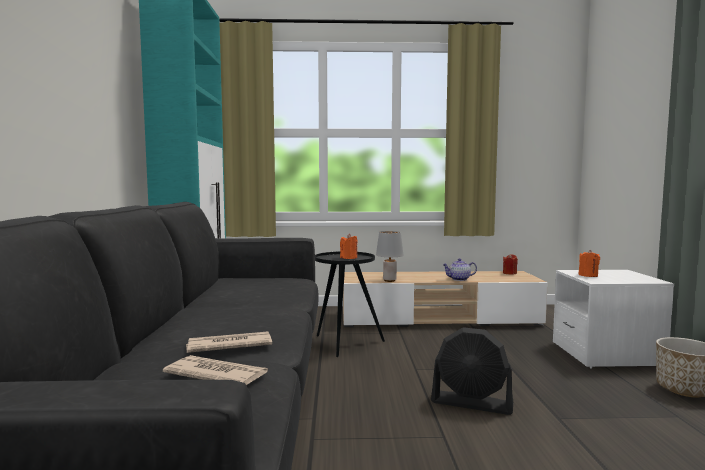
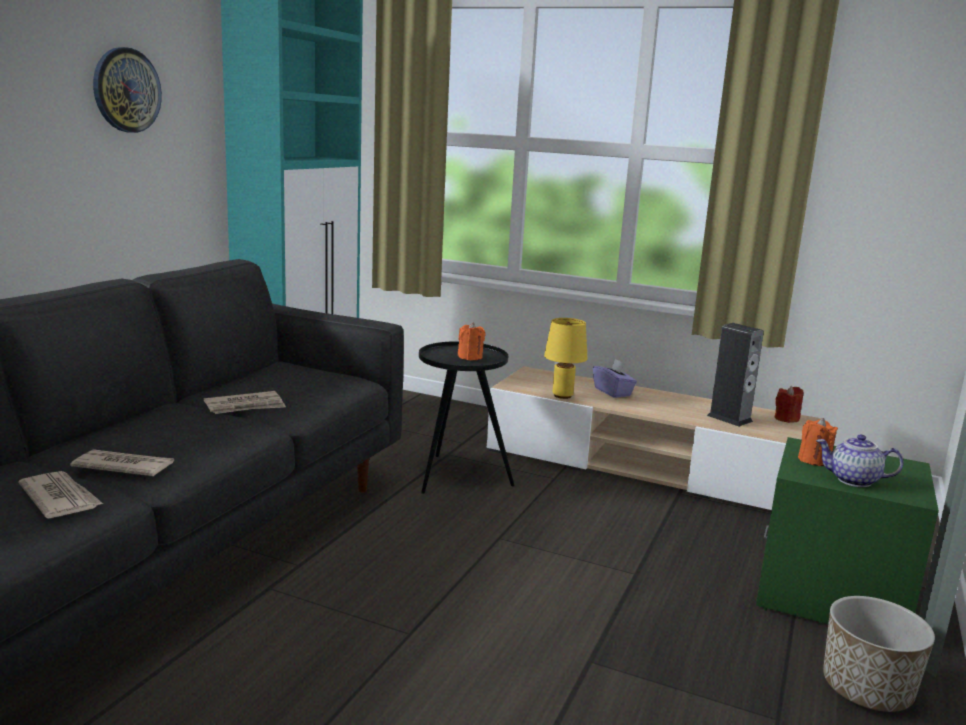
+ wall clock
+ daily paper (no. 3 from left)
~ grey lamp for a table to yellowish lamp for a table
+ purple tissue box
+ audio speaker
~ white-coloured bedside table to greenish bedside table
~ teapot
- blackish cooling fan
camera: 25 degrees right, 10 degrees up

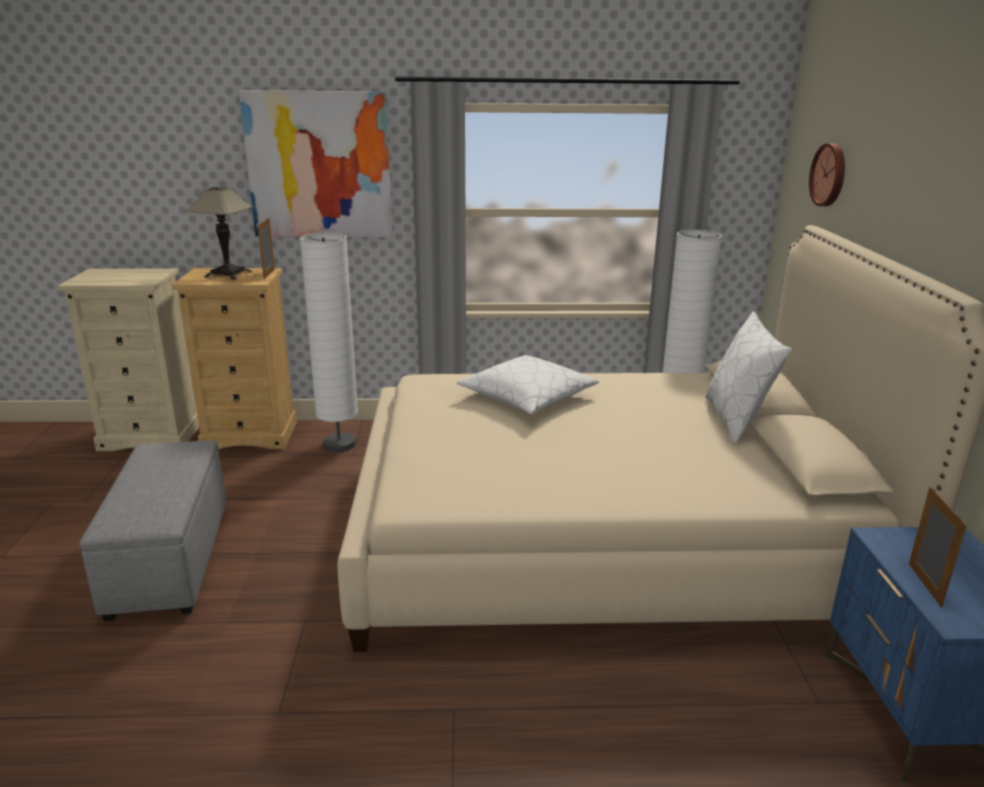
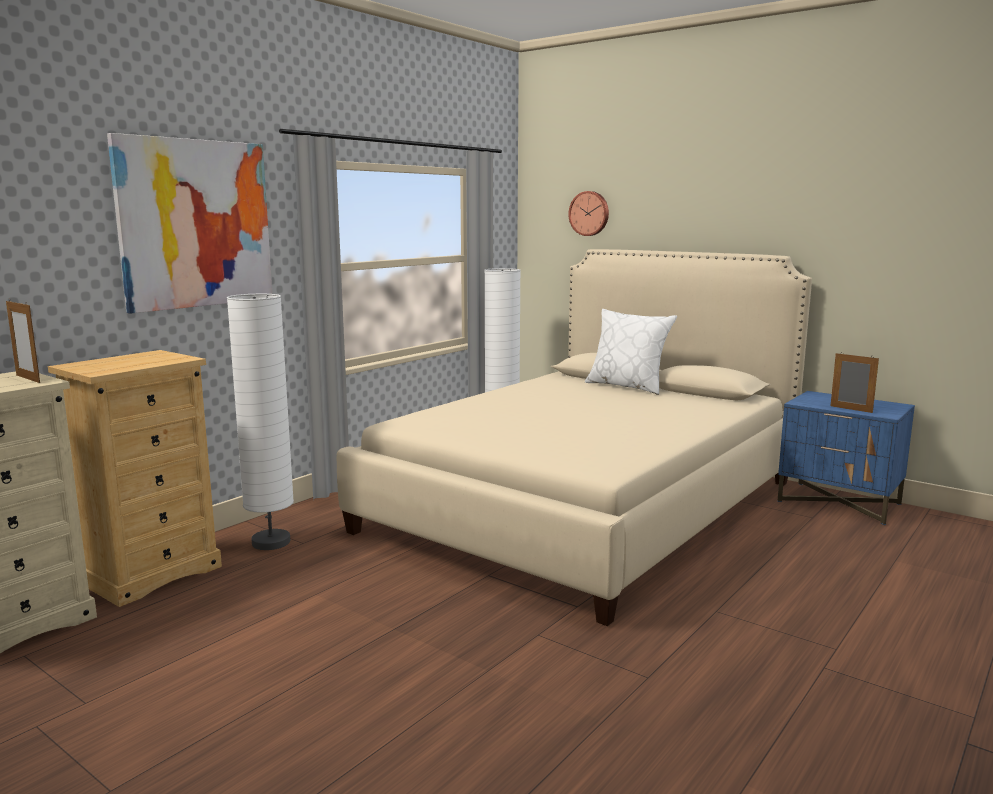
~ photo frame (no. 1 from left)
- grey ottoman
- lamp for a table
- white-coloured throw pillow (no. 1 from left)
camera: 50 degrees left, 10 degrees down

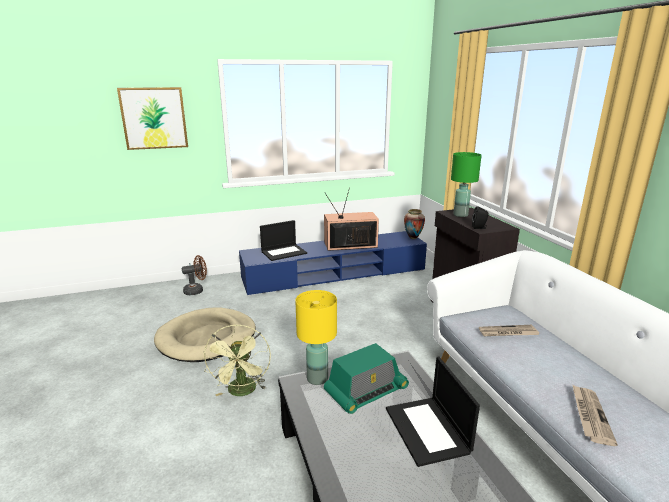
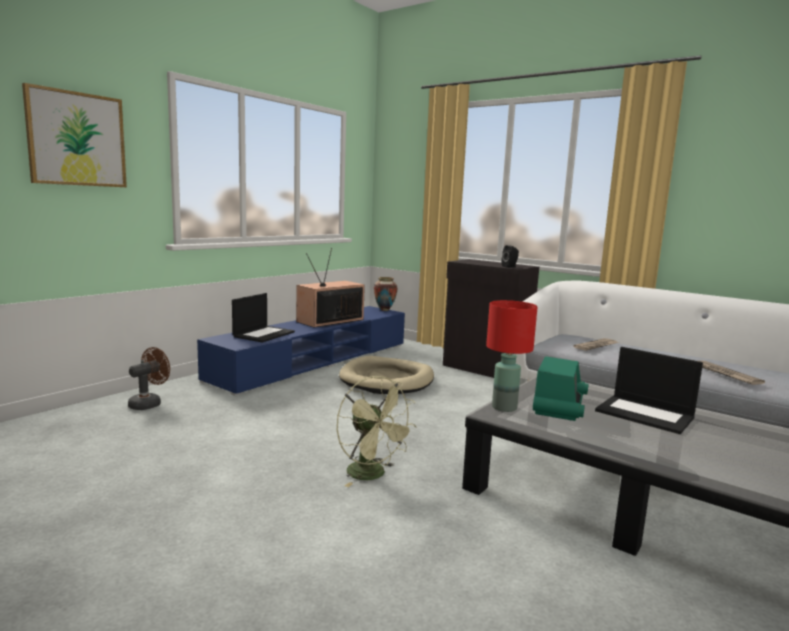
~ beige-coloured dog cushion
~ yellowish lamp for a table to red lamp for a table
- greenish lamp for a table
camera: 35 degrees left, 10 degrees down

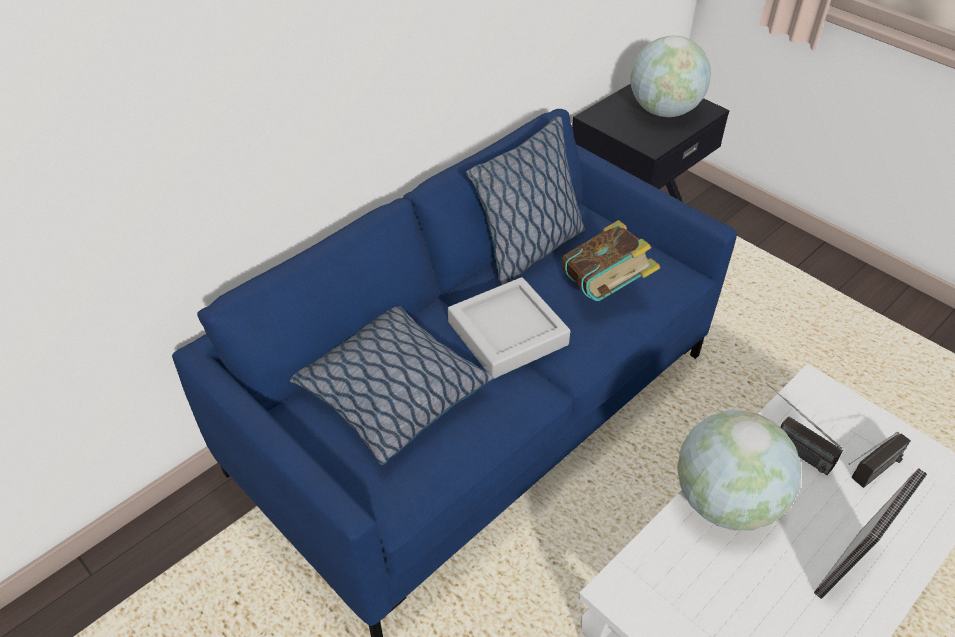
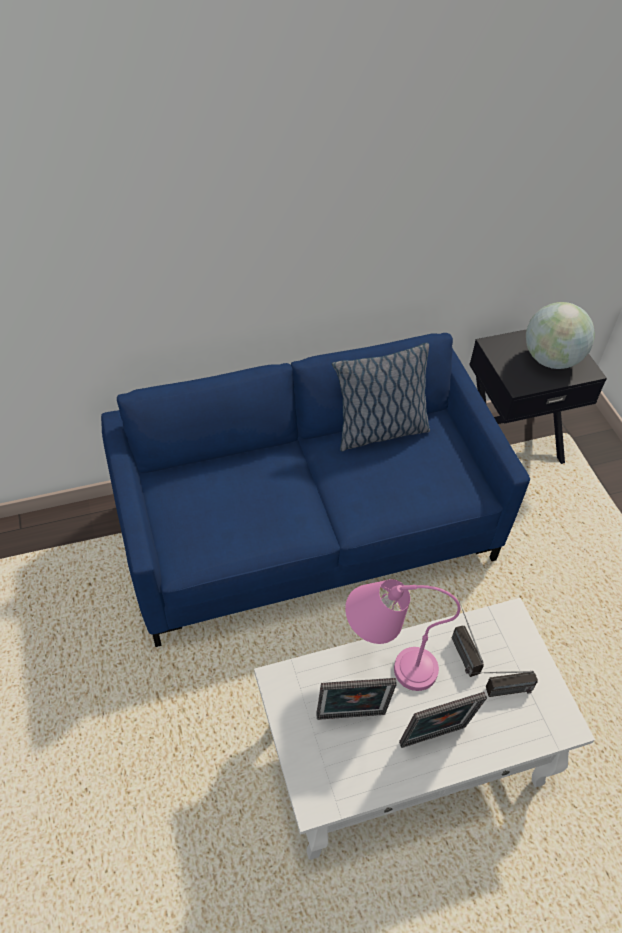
+ photo frame (no. 1 from left)
~ globe (no. 2 from left) to pink-coloured lamp for a table
- throw pillow (no. 1 from left)
- grey tray
- bound book
camera: 25 degrees right, 5 degrees up

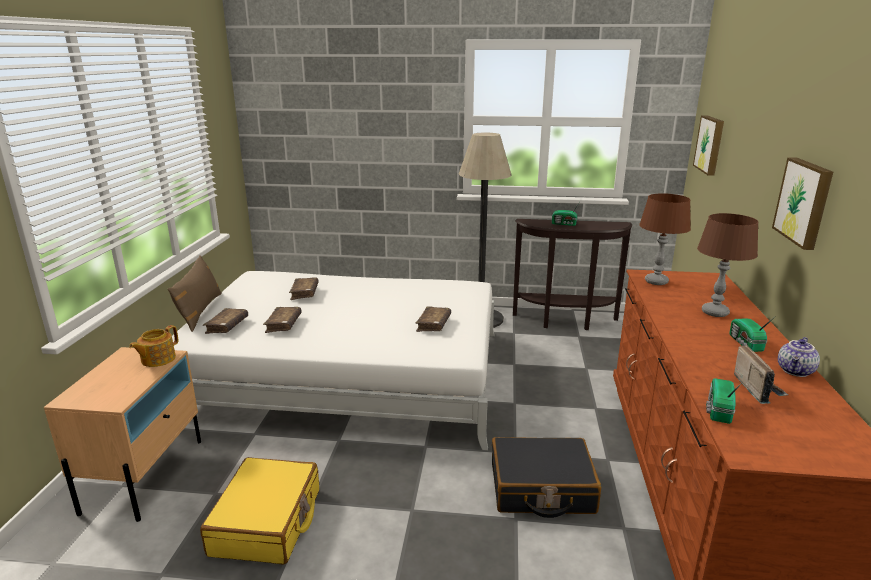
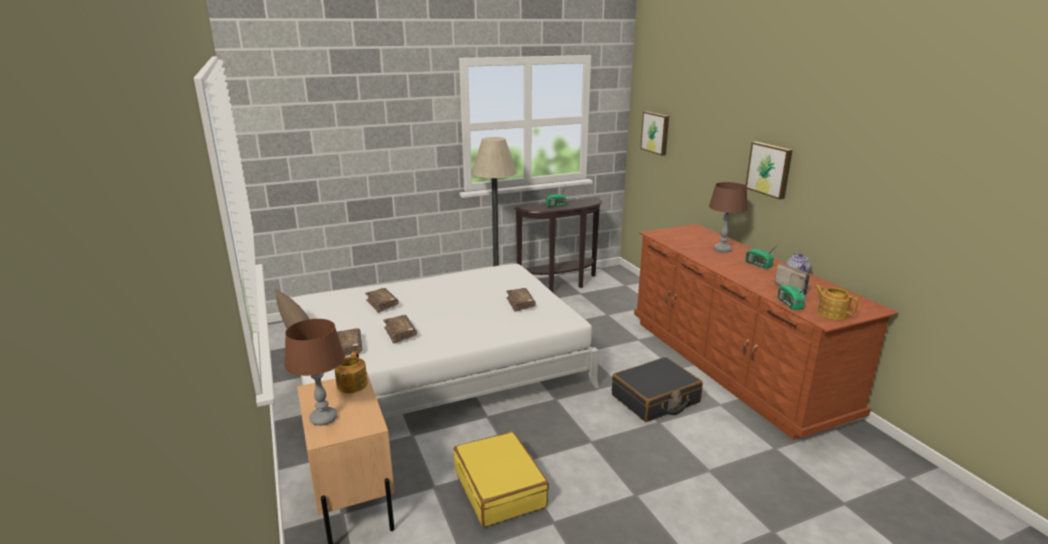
~ brown-coloured lamp for a table (no. 1 from left)
+ teapot (no. 3 from left)
camera: 30 degrees left, 0 degrees up

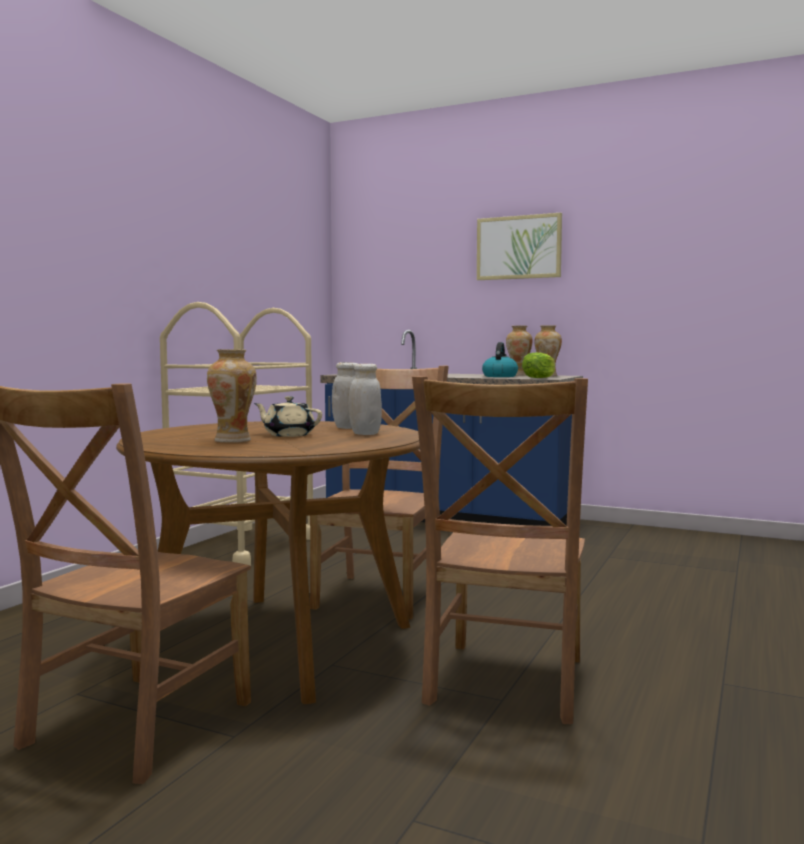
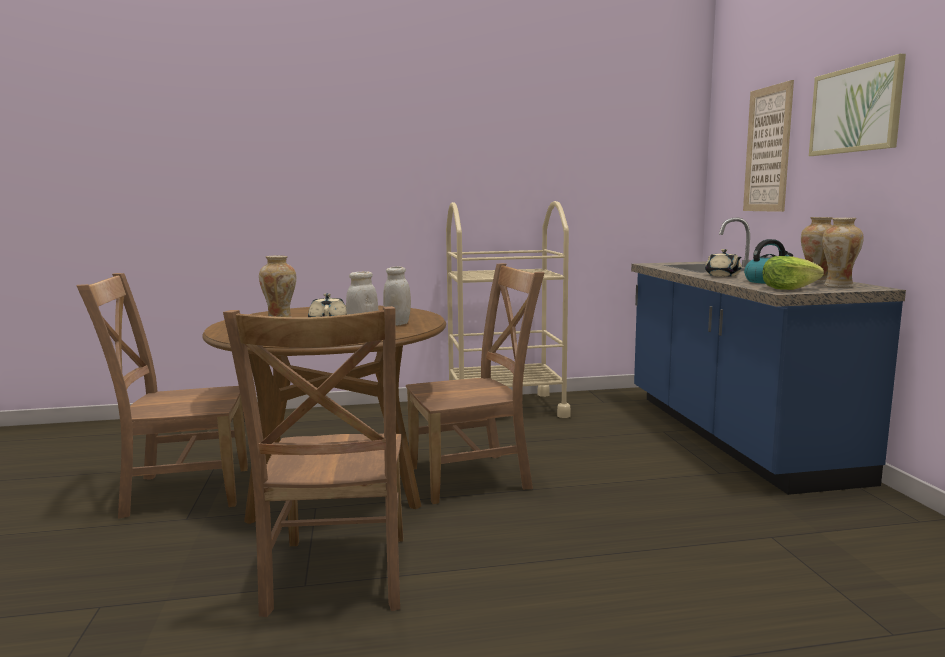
~ brown-coloured plain chair (no. 3 from left in the first image) 75 degrees counterclockwise
+ beige-coloured teapot (no. 2 from left)
+ wall picture (no. 1 from left)
camera: 55 degrees right, 5 degrees up

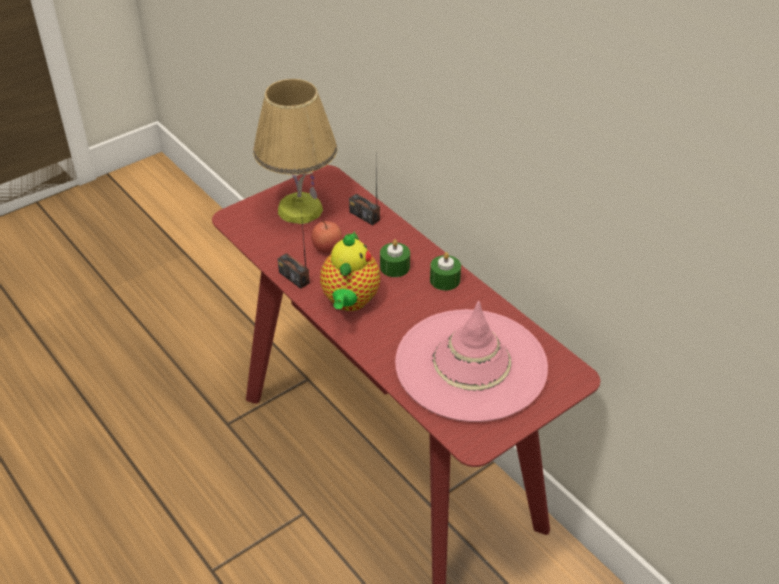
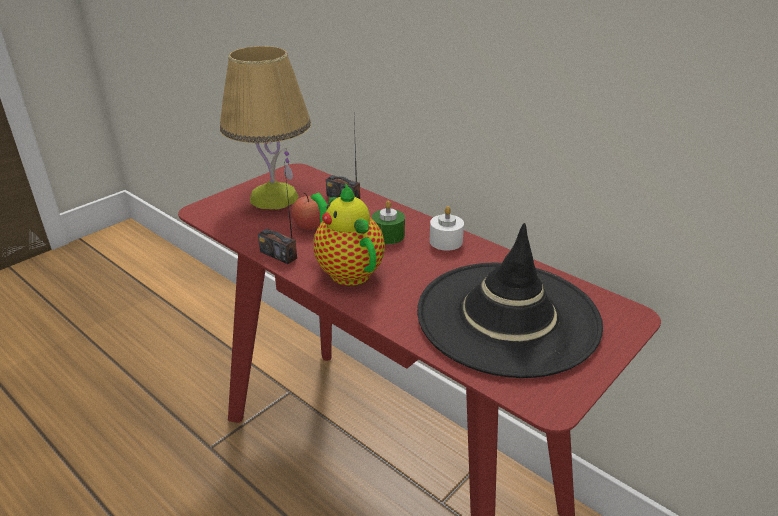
~ teapot 150 degrees clockwise
~ pink-coloured wearable hat to blackish wearable hat
~ greenish wax light (no. 2 from left) to white-coloured wax light
camera: 10 degrees left, 10 degrees down

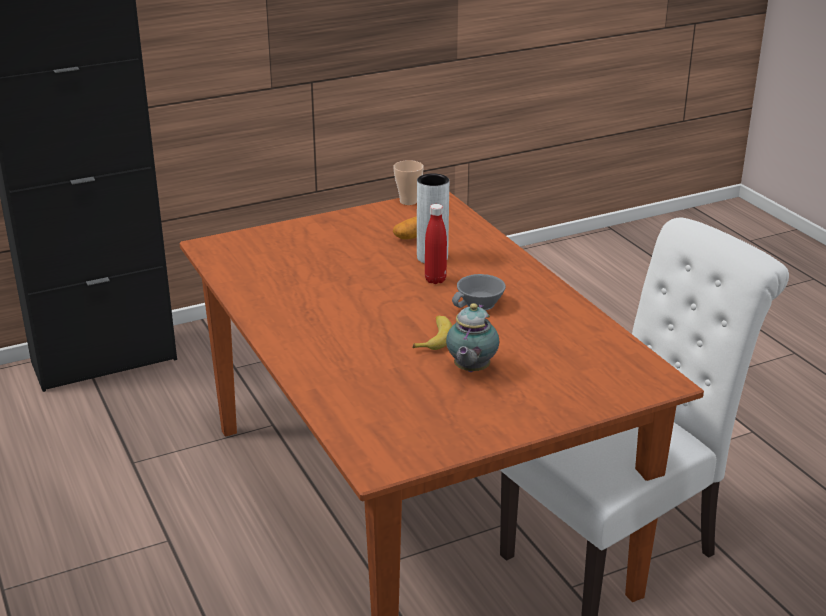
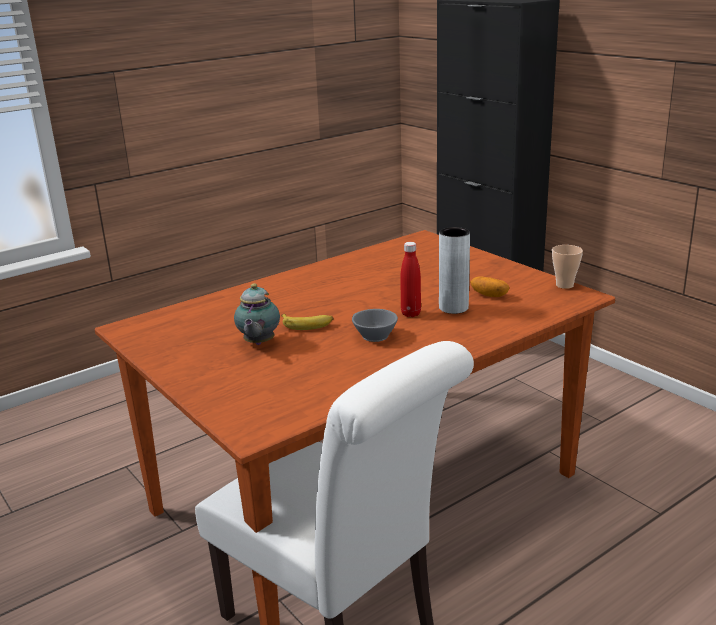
~ teapot 90 degrees counterclockwise
camera: 80 degrees right, 5 degrees down

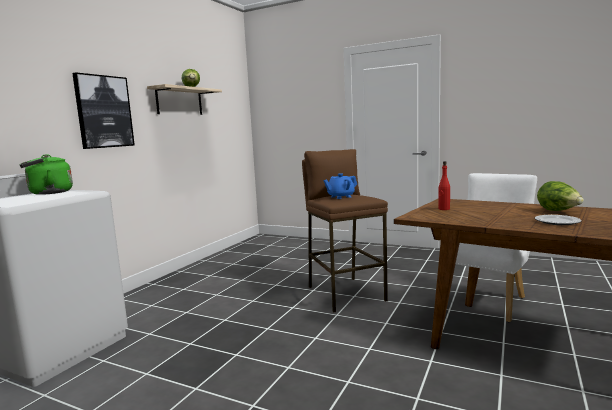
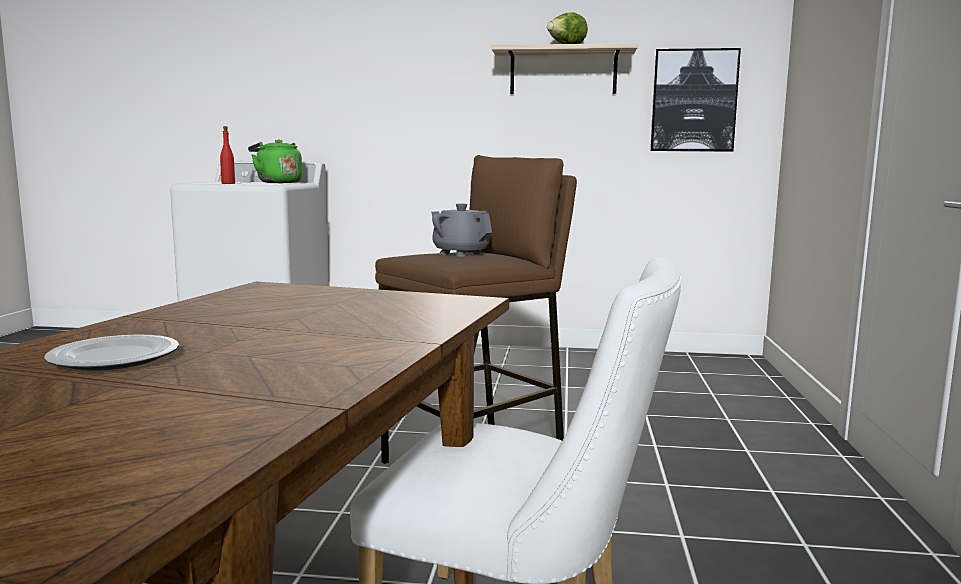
~ red beverage bottle
~ blue-coloured teapot to grey teapot
~ wall picture
- head of lettuce (no. 2 from left)
camera: 70 degrees right, 0 degrees up

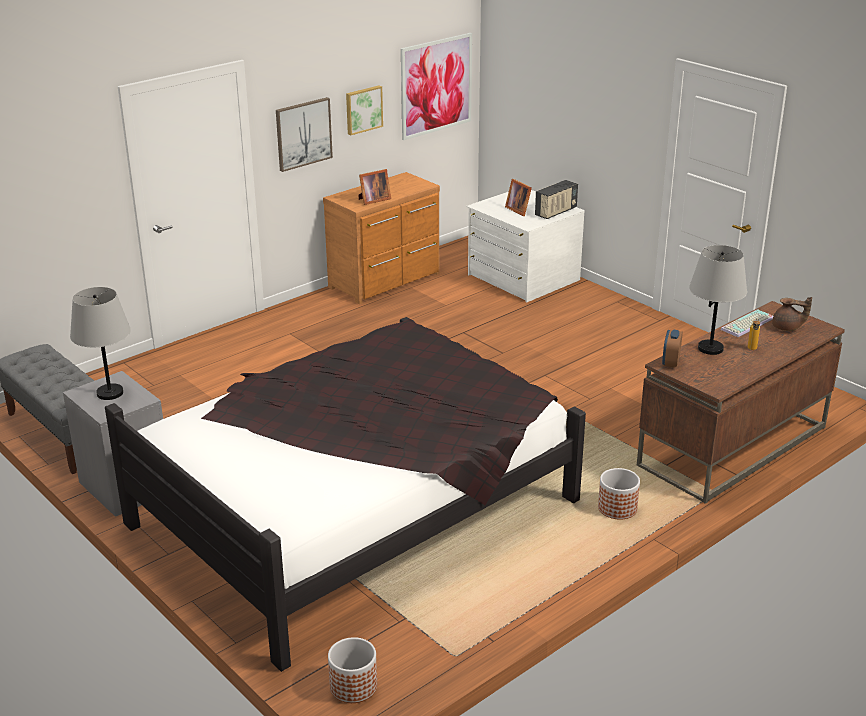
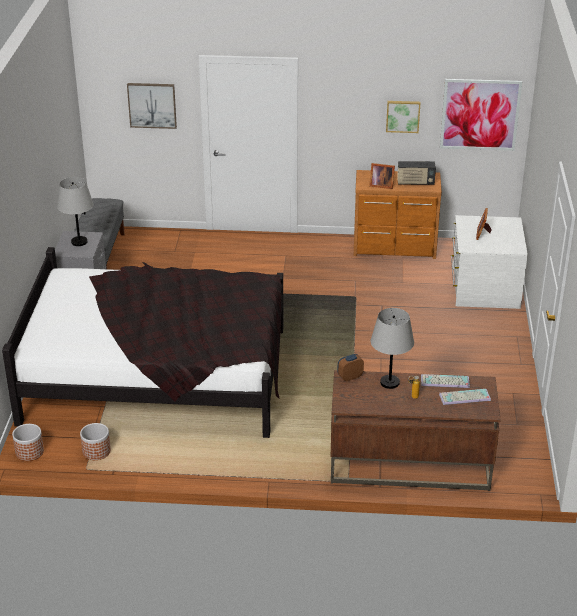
~ flower pot (no. 2 from left)
~ wall picture (no. 1 from left)
~ radio
~ brown-coloured teapot to keyboard (no. 2 from left)
camera: 45 degrees right, 5 degrees up

